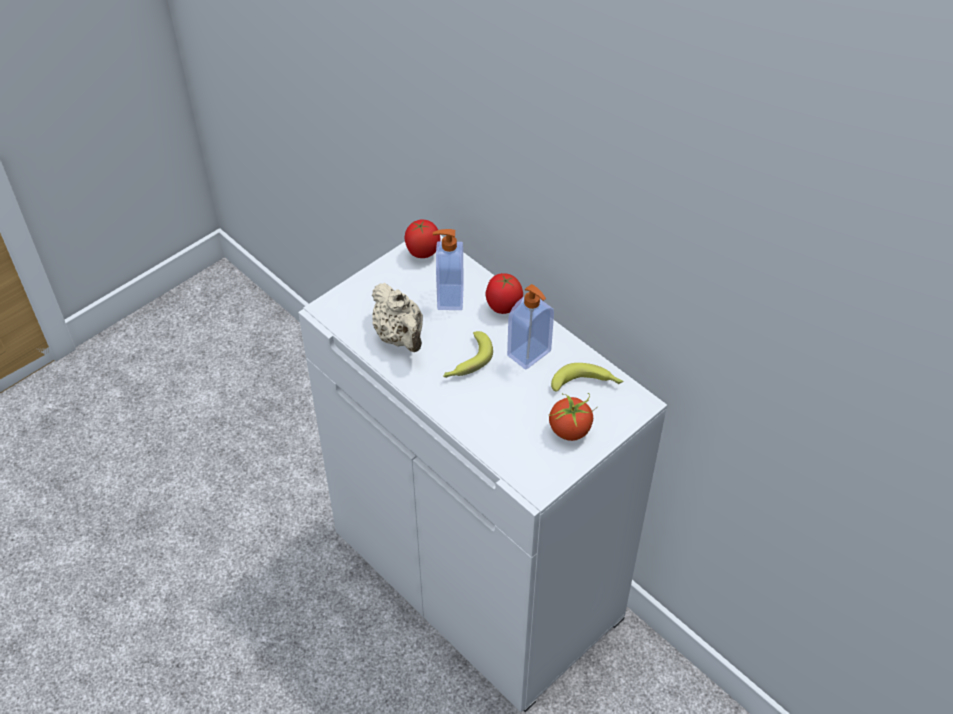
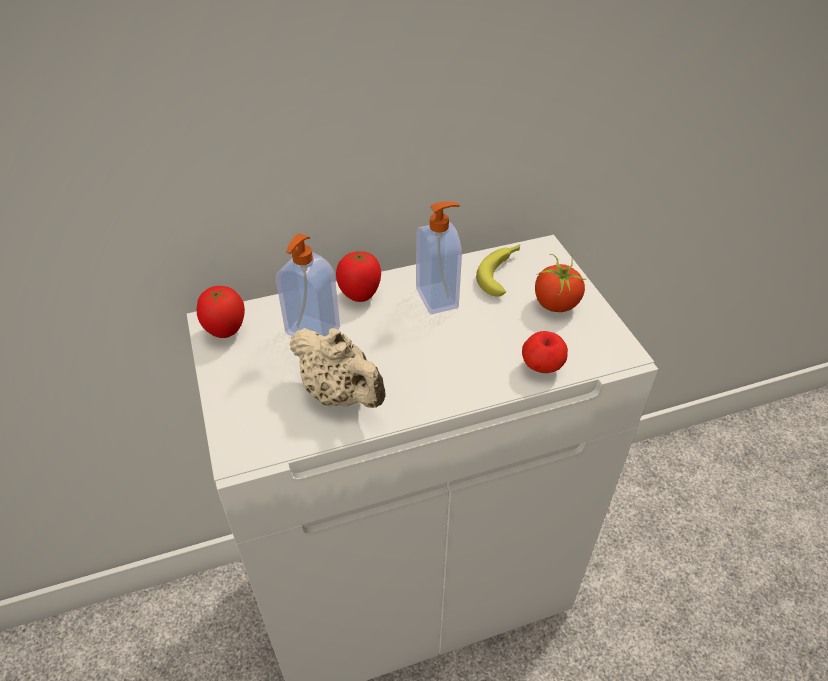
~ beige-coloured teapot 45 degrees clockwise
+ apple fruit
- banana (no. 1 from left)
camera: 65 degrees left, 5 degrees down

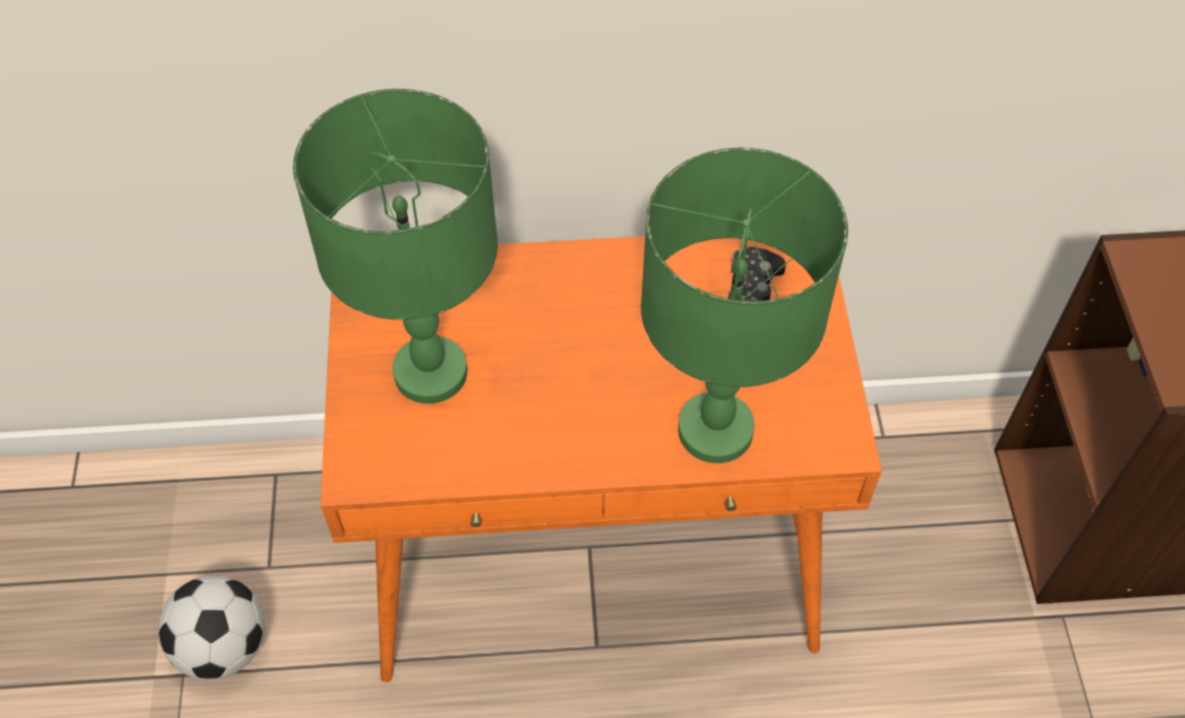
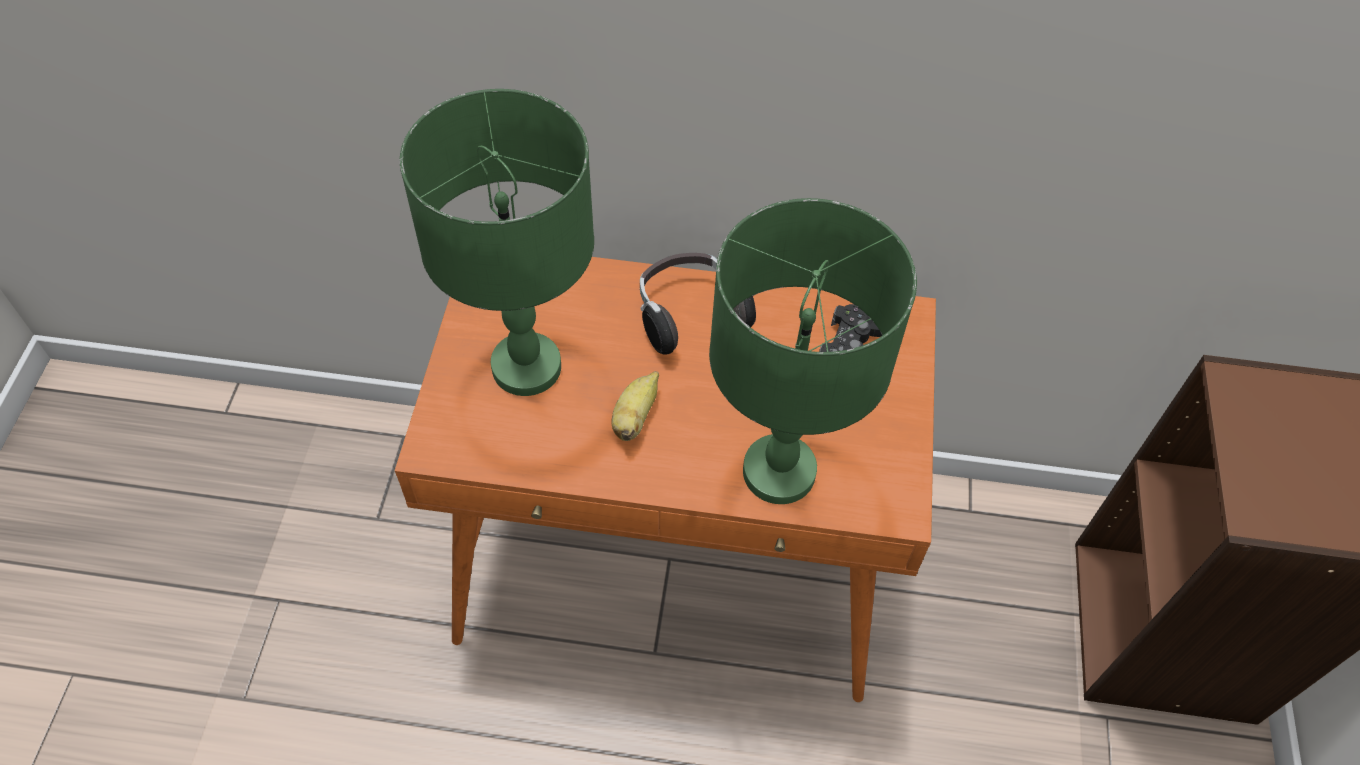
+ banana
+ headset
- ball for football
camera: 10 degrees right, 0 degrees up

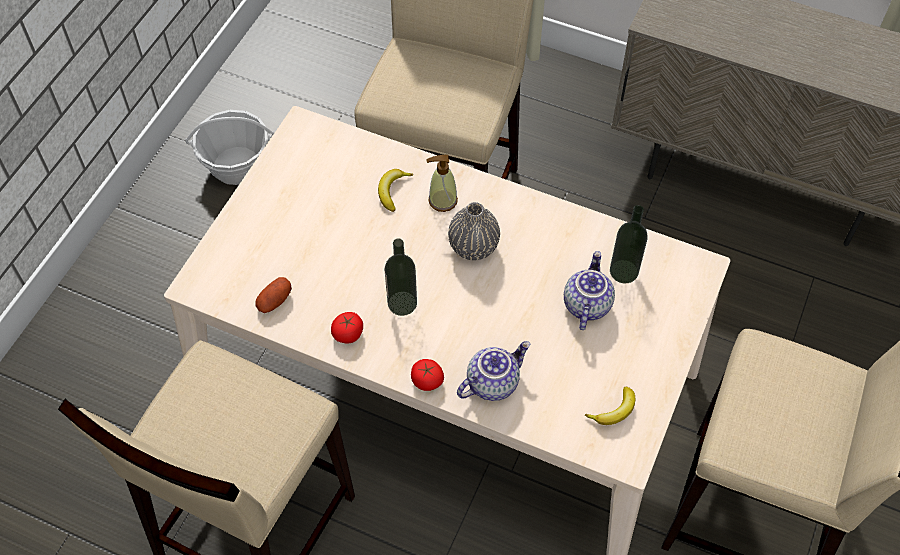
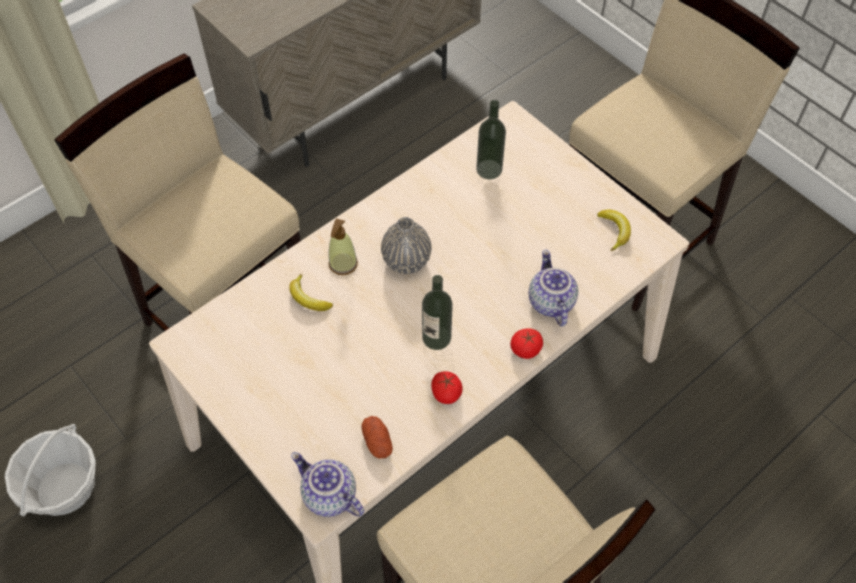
~ teapot (no. 2 from left in the first image) to teapot (no. 1 from left)
camera: 65 degrees left, 0 degrees up

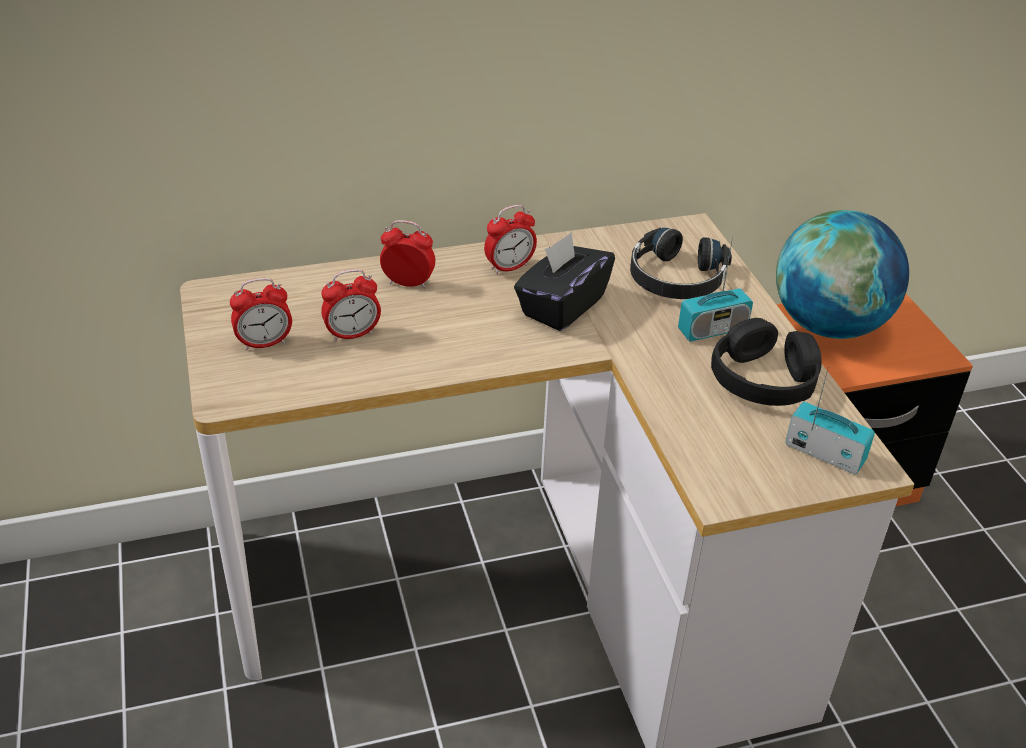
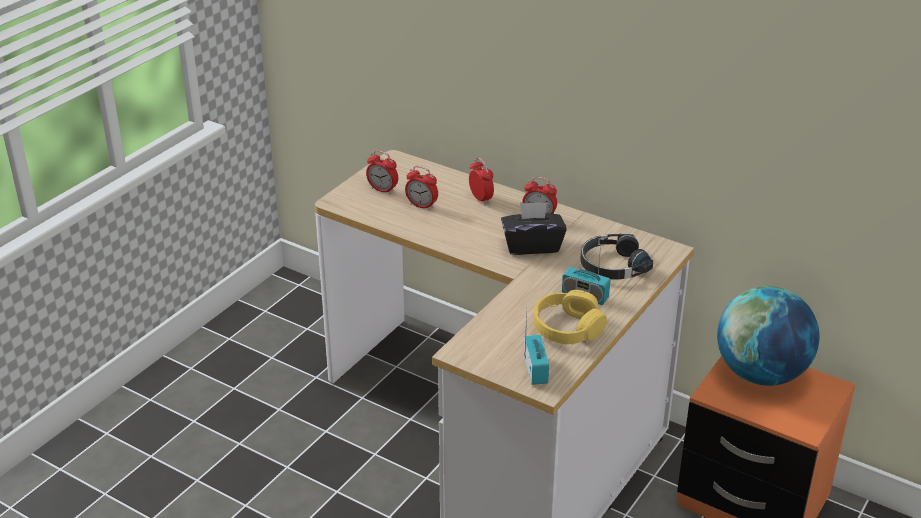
~ blackish headset (no. 2 from left) to yellowish headset
camera: 50 degrees right, 5 degrees down

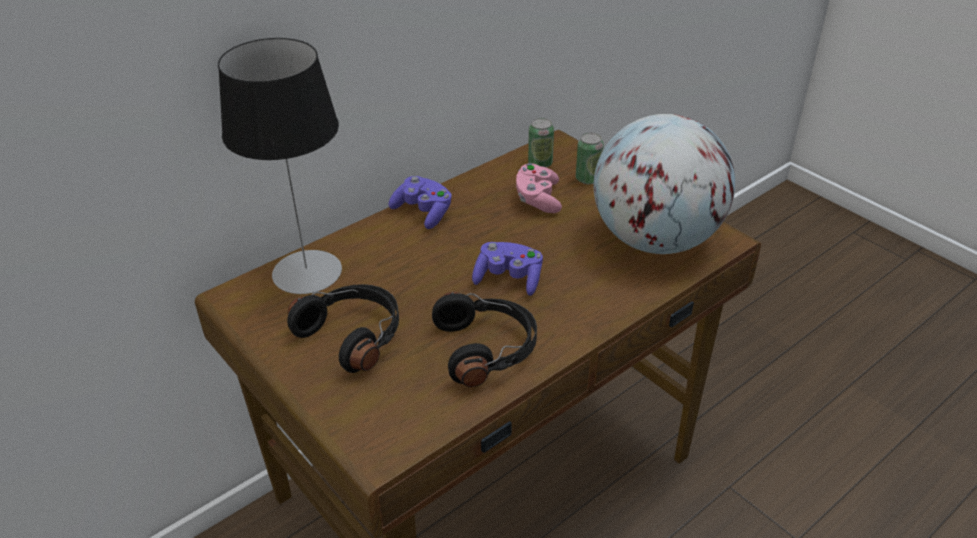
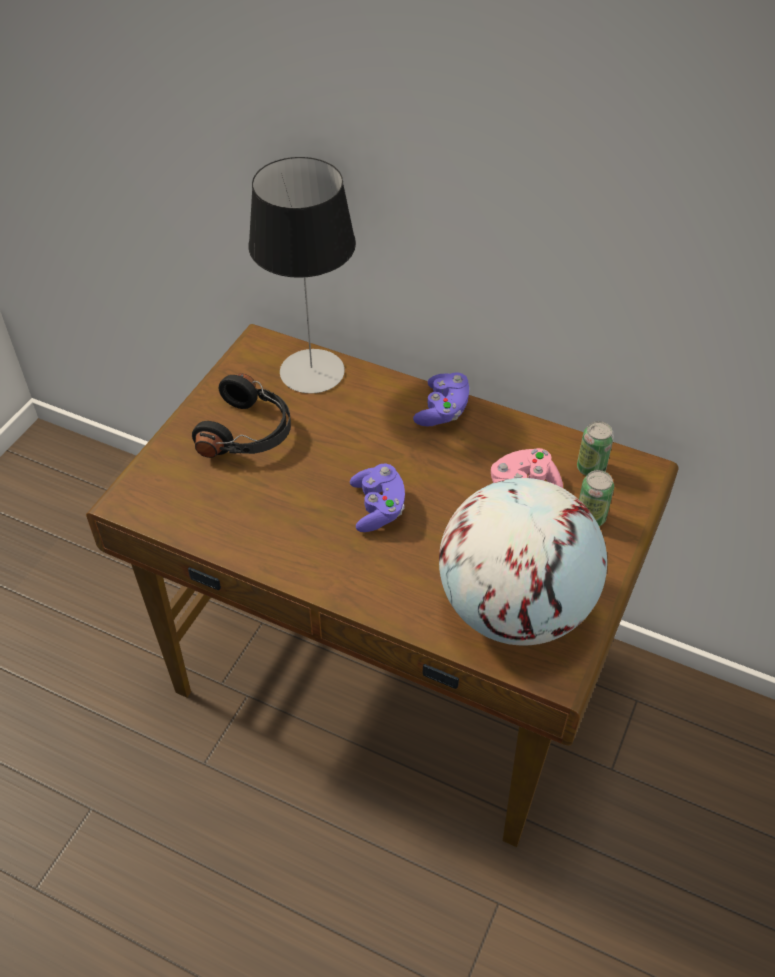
- blackish headset (no. 2 from left)
camera: 65 degrees right, 10 degrees up

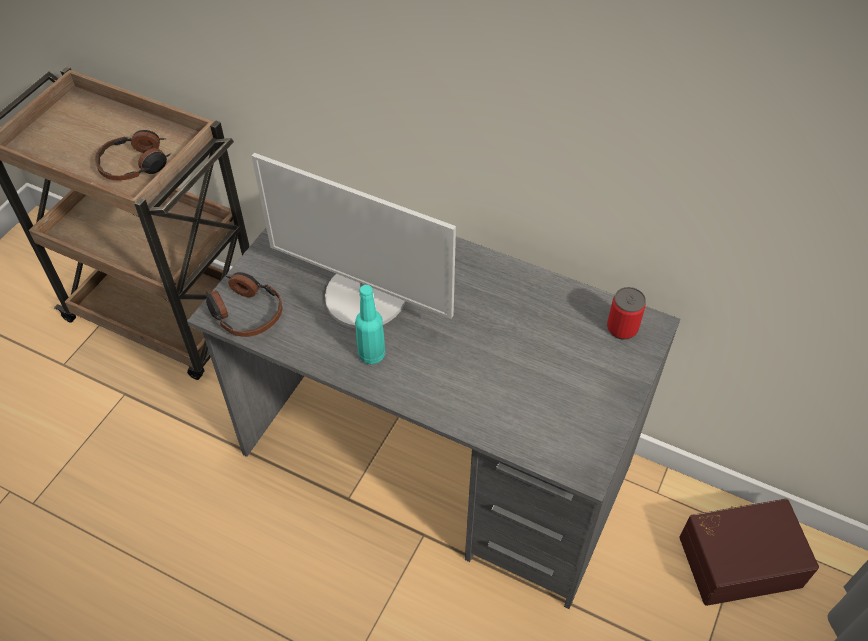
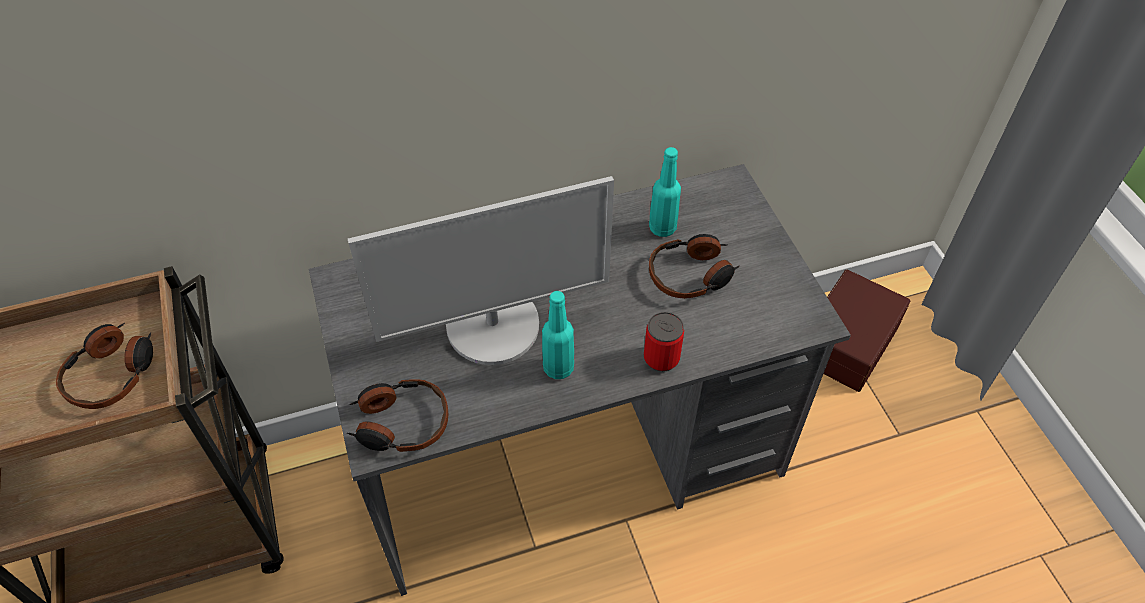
~ can
+ blue-green beverage bottle (no. 2 from left)
+ headset (no. 3 from left)
camera: 45 degrees left, 0 degrees up

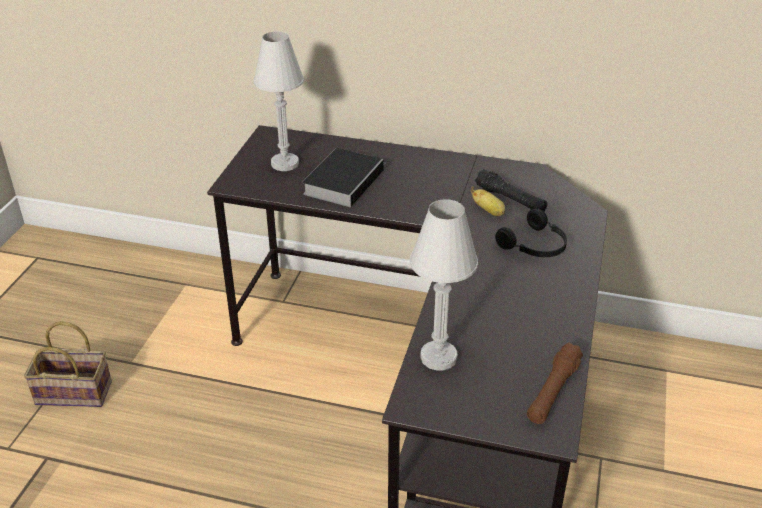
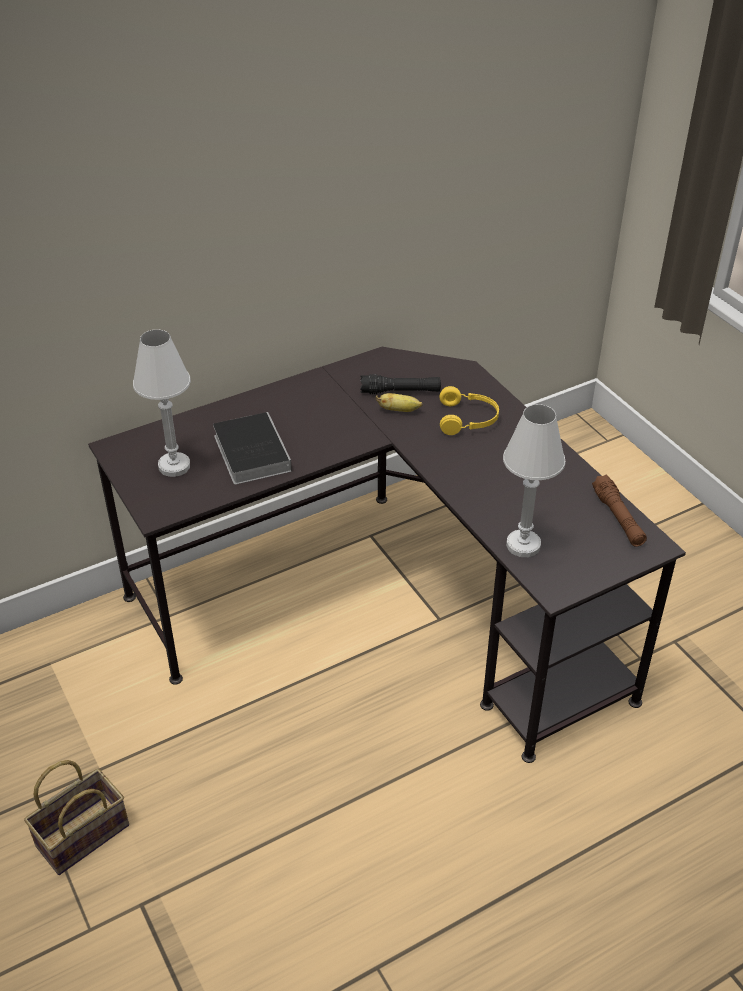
~ blackish headset to yellowish headset
camera: 45 degrees left, 5 degrees up

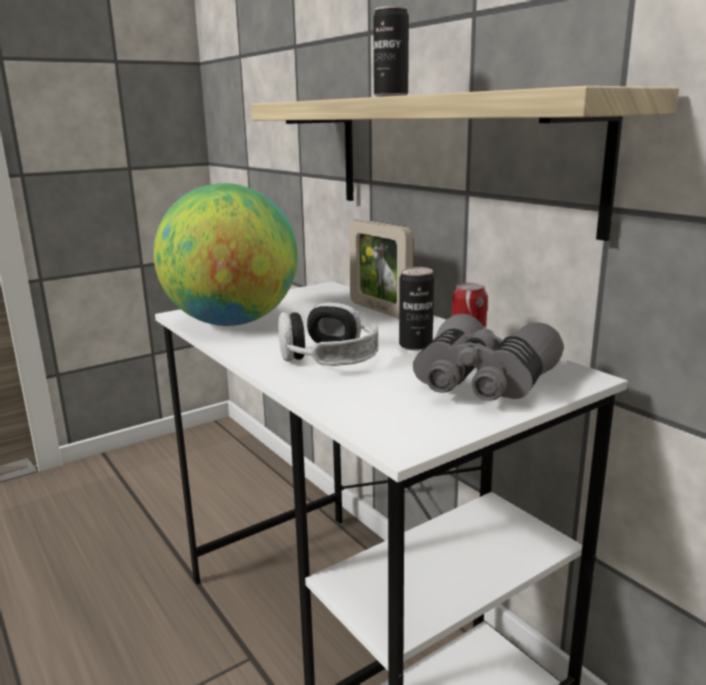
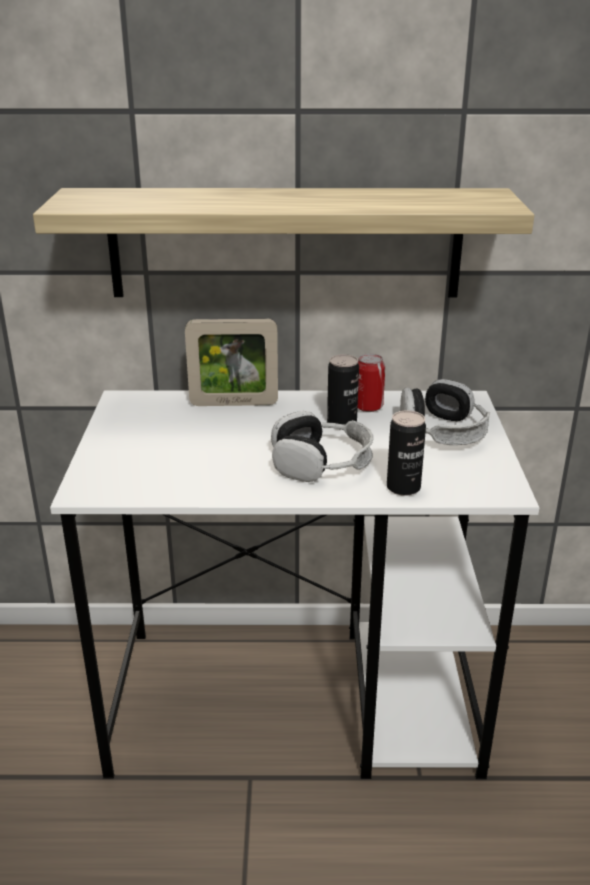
~ can (no. 1 from left in the first image) to can (no. 3 from left)
~ grey field glasses to headset (no. 2 from left)
- globe
camera: 55 degrees left, 10 degrees up

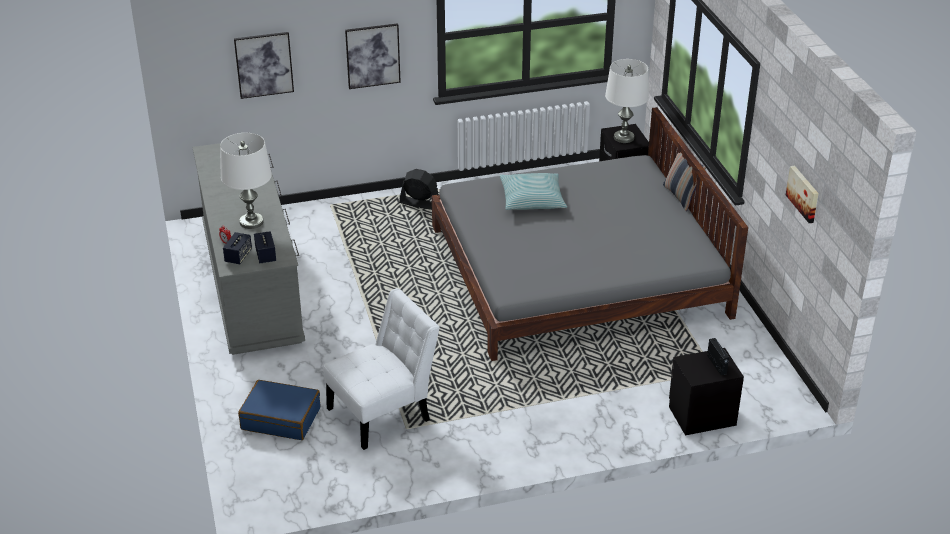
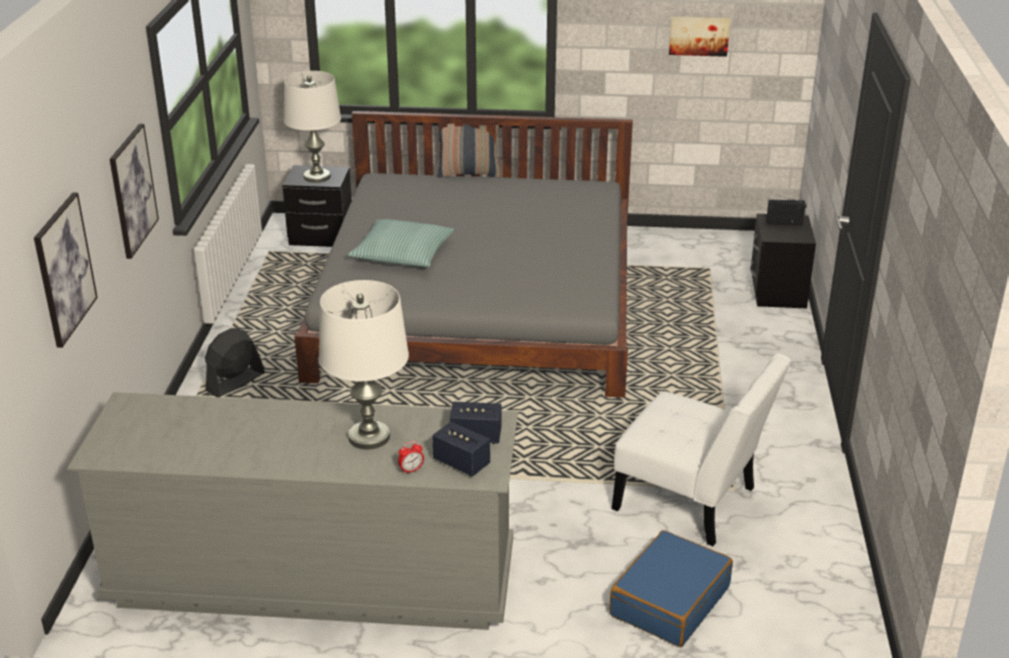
~ white-coloured plain chair 135 degrees clockwise
camera: 70 degrees left, 5 degrees down

